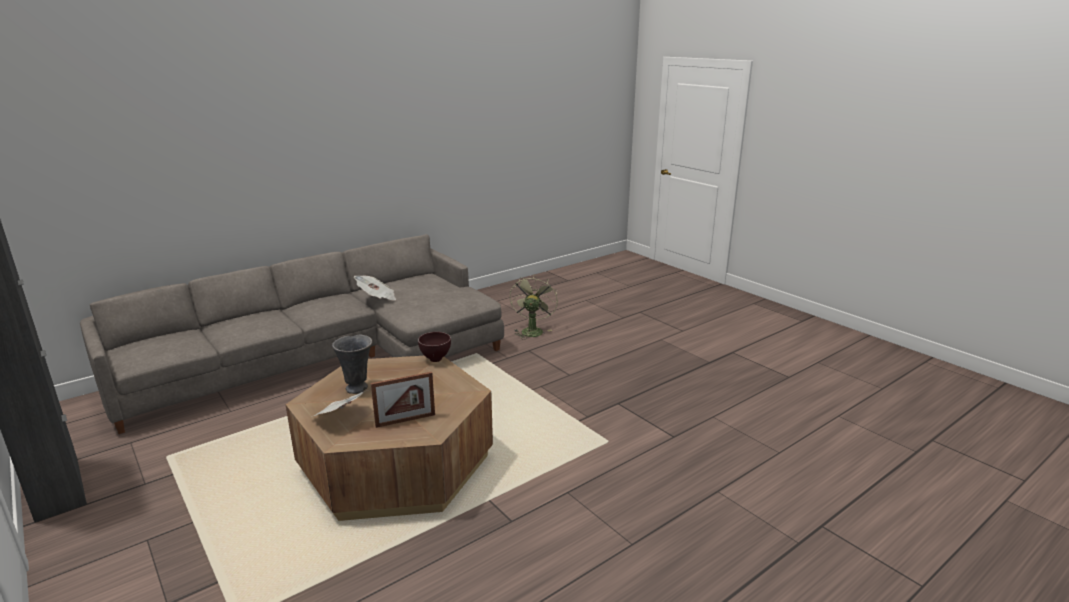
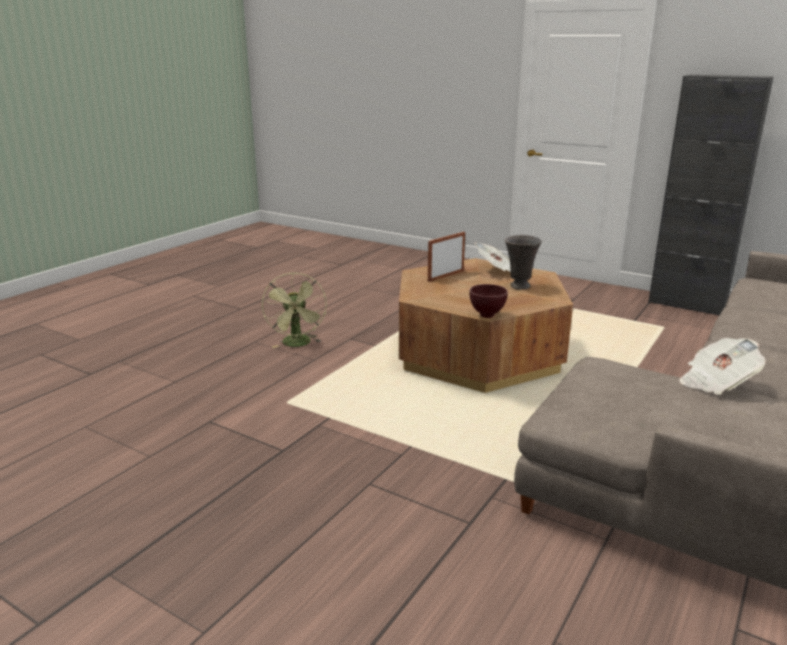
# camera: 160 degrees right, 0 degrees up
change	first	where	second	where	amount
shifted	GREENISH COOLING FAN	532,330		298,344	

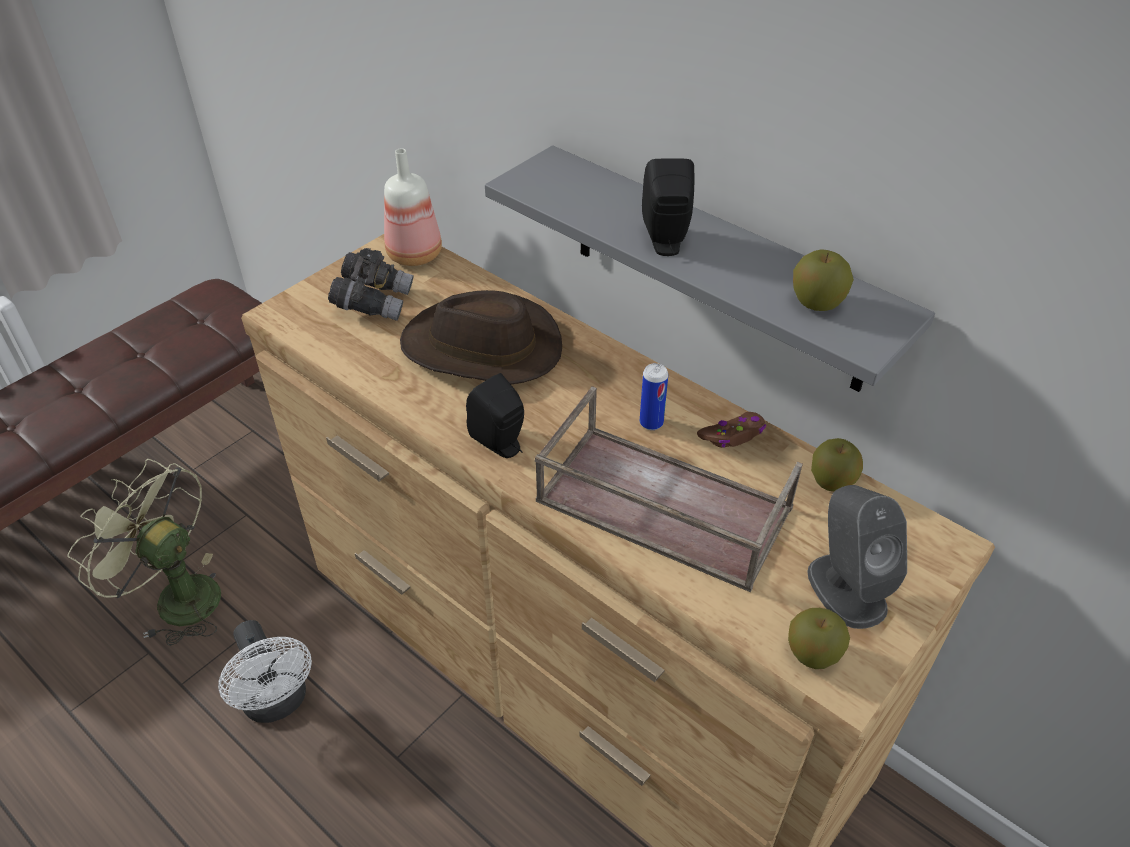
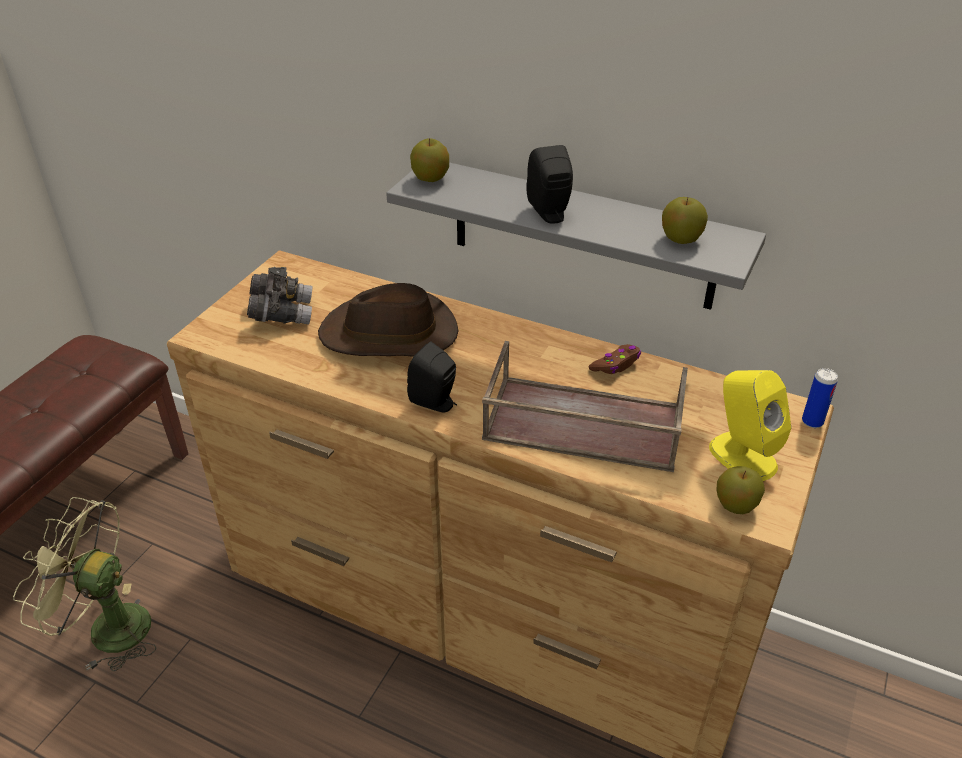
# camera: 15 degrees left, 5 degrees down
change	first	where	second	where	amount
gone	WHITE-COLOURED COOLING FAN	278,703			
gone	BOTTLE	416,254			
shifted	CAN	651,423		812,422	
repainted	GRAY LOUDSPEAKER	846,589	YELLOW-COLOURED LOUDSPEAKER	742,456	
shifted	APPLE FRUIT	831,481		430,178	

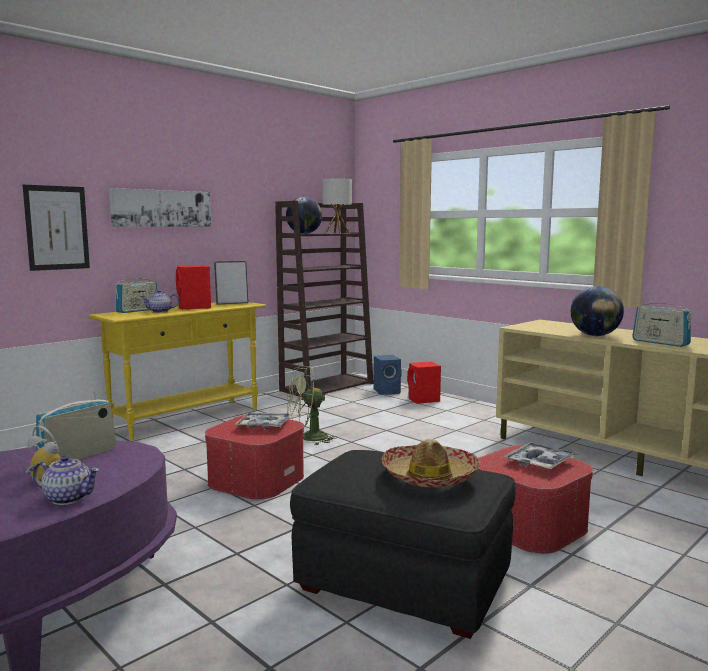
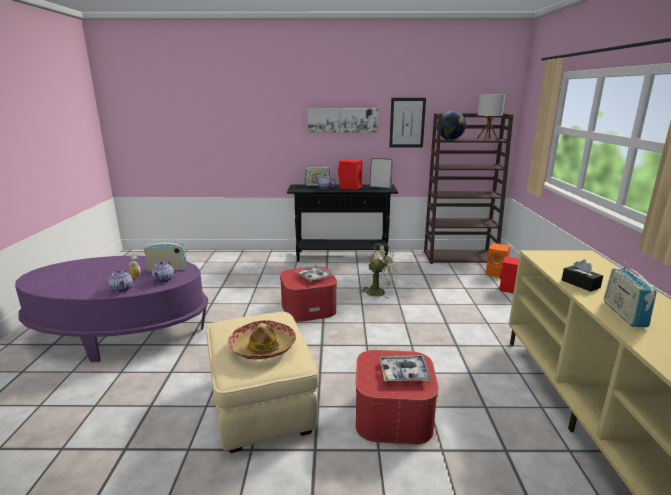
# camera: 45 degrees right, 10 degrees up
change	first	where	second	where	amount
shifted	PICTURE	57,228		407,123	
repainted	YELLOW-COLOURED HALL TABLE	187,419	BLACK HALL TABLE	342,256	
rotated	GREENISH COOLING FAN	308,438		379,291	135 degrees clockwise
repainted	BLACK OTTOMAN	402,583	BEIGE-COLOURED OTTOMAN	261,403	
repainted	BLUE LOUDSPEAKER	388,391	ORANGEY LOUDSPEAKER	497,273	
swapped	DESK GLOBE	595,335	BLACK BOX OF TISSUES	580,284	
new			TEA POT	164,280	

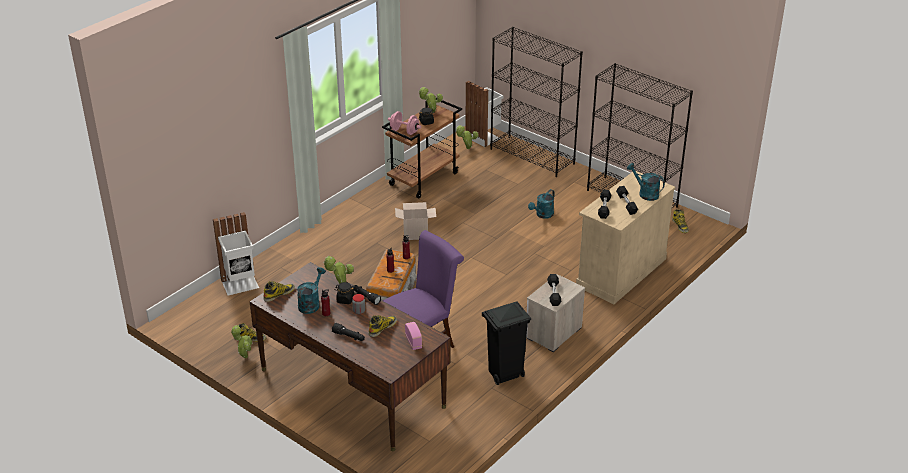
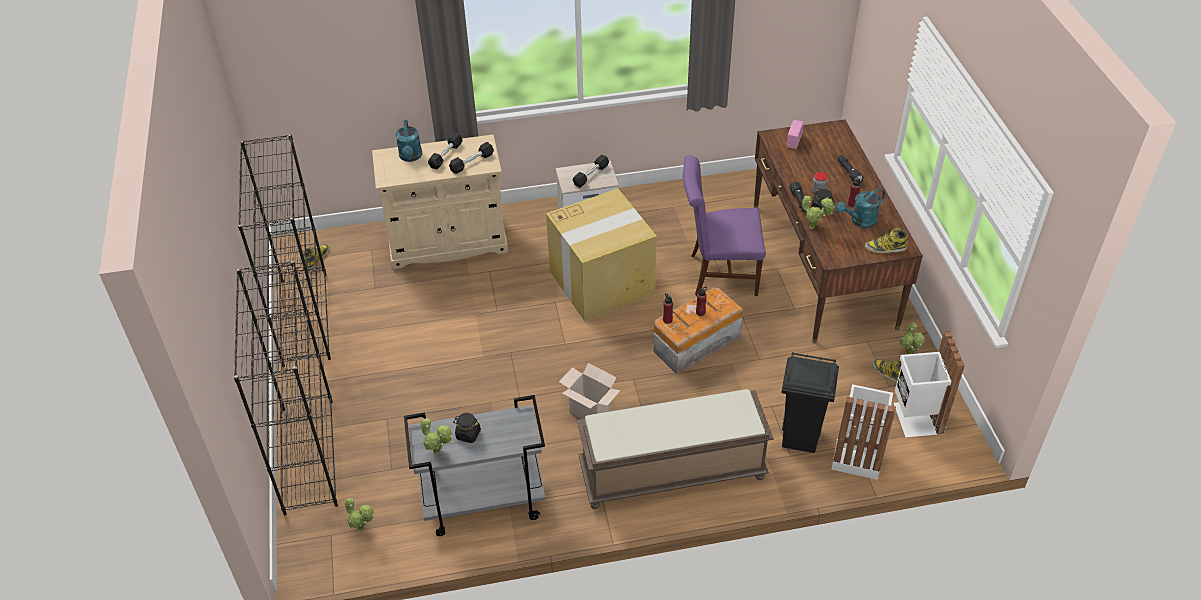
# camera: 140 degrees left, 10 degrees up
change	first	where	second	where	amount
gone	HIGH-TOP BOOT	382,327			
repainted	BROWNISH WHEELED CART	423,179	GRAY WHEELED CART	483,503	
gone	PINK-COLOURED DUMBBELL	404,131			
shifted	WHITE-COLOURED TRASH CAN	484,137		915,418	
shifted	BLACK TRASH CAN	504,375		800,439	
gone	TURQUOISE WATERING POT	542,215			
new			PACKING BOX	603,282	
new			BROWNISH BENCH	671,473	

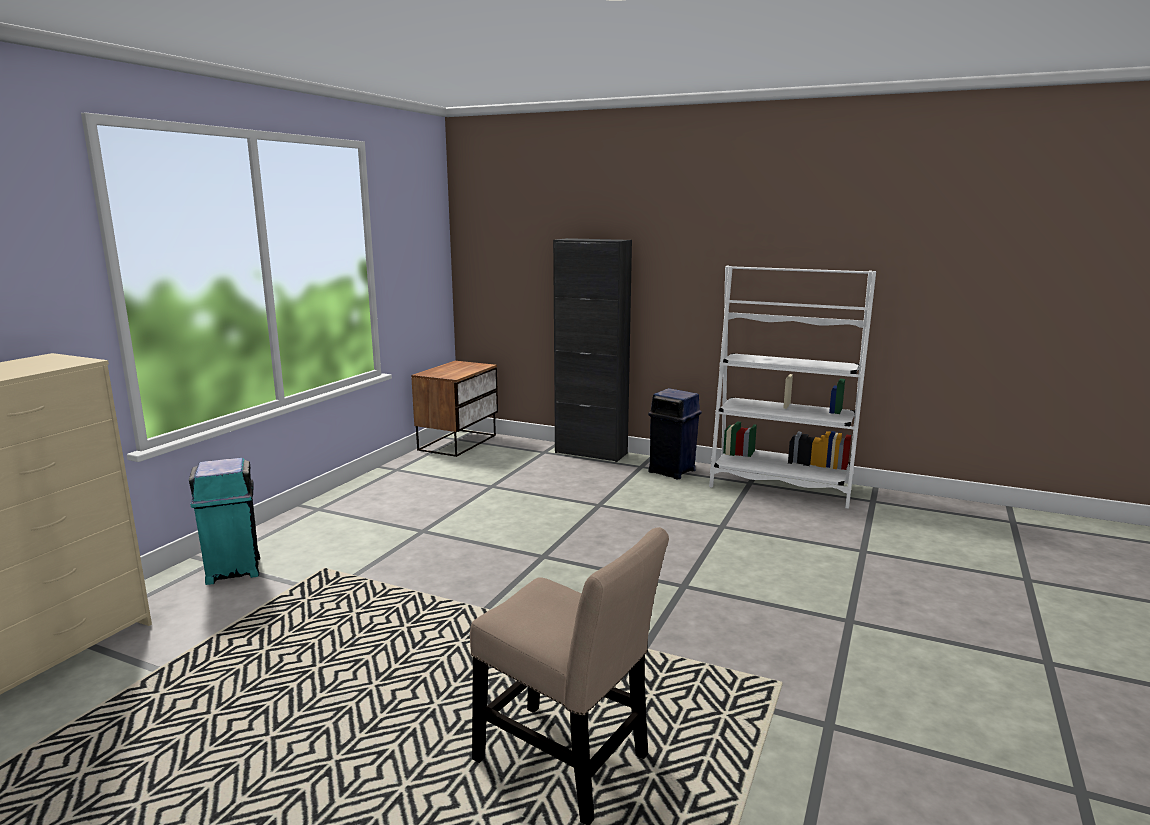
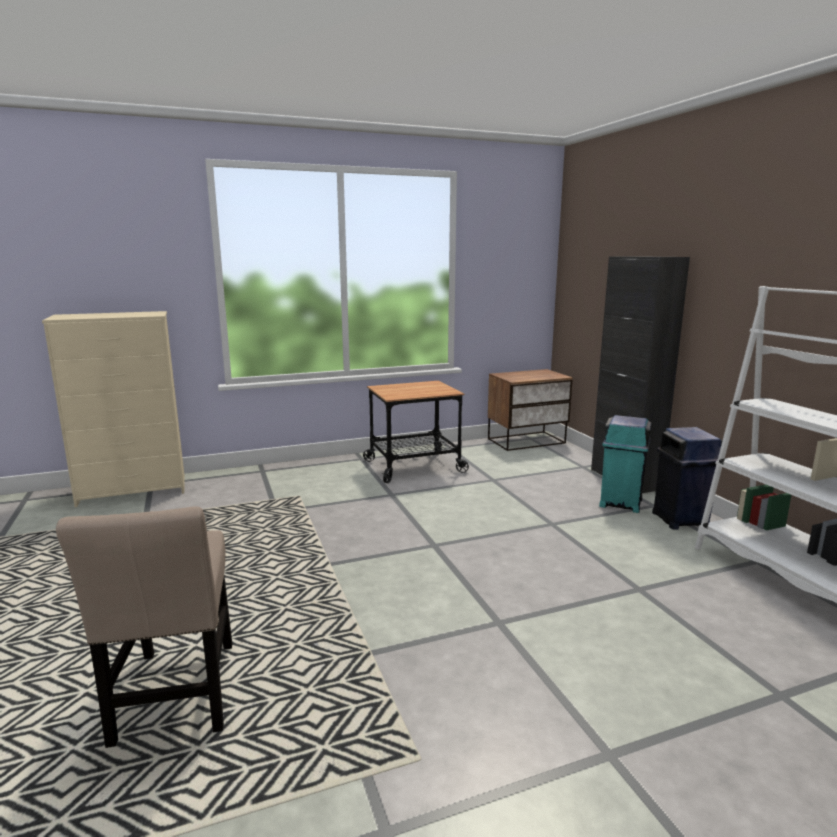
# camera: 45 degrees right, 0 degrees up
change	first	where	second	where	amount
shifted	TURQUOISE TRASH CAN	233,570		621,503	
new			WHEELED CART	414,466	

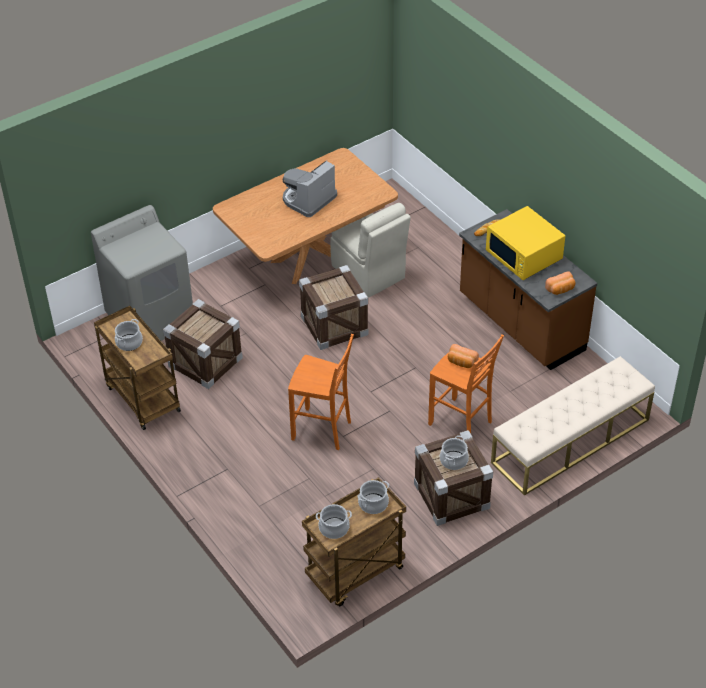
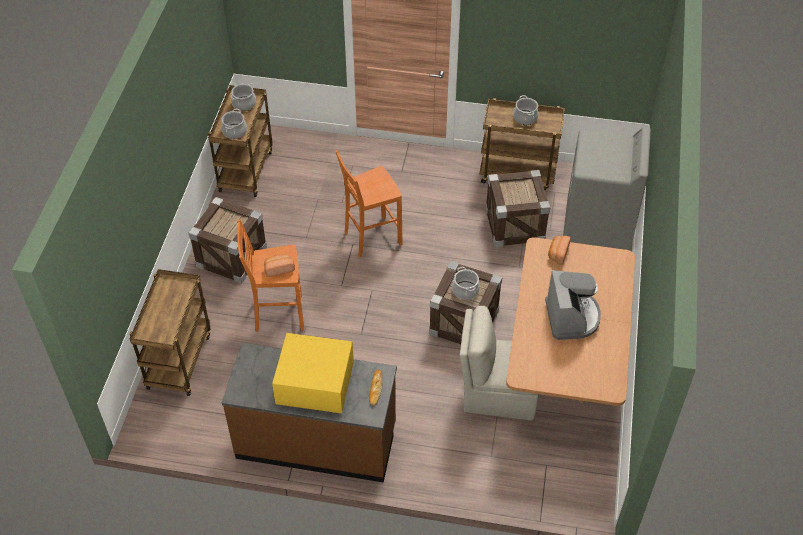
# camera: 135 degrees right, 5 degrees up
change	first	where	second	where	amount
shifted	COOKING POT	453,460		465,290	
swapped	BEIGE-COLOURED BENCH	570,441	BROWNISH WHEELED CART	179,360	
shifted	BAKERY BREAD	561,289		557,253	

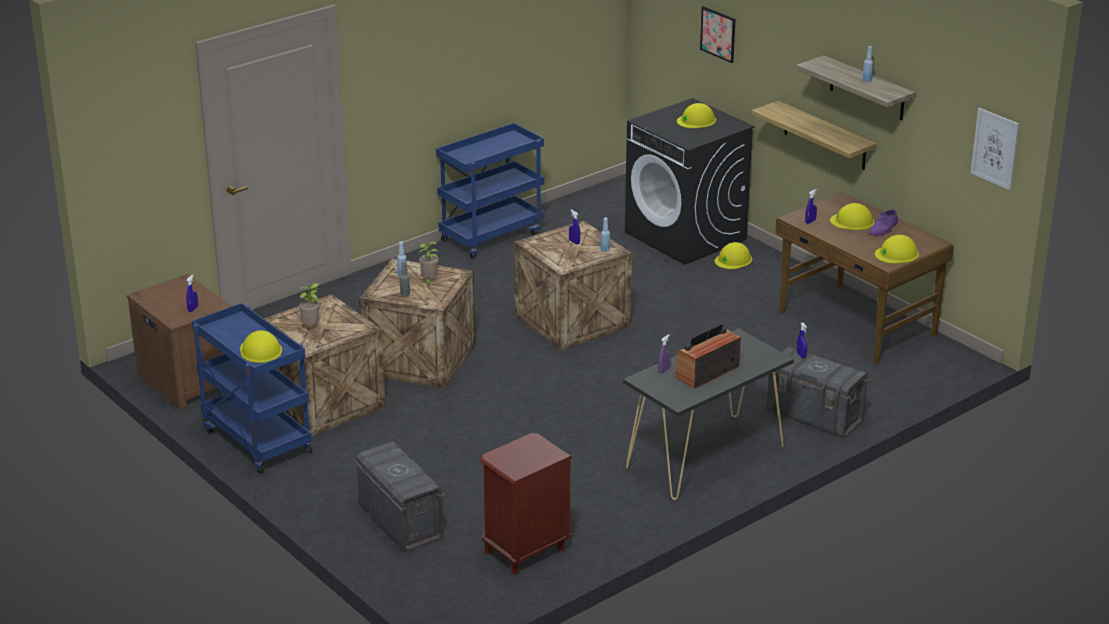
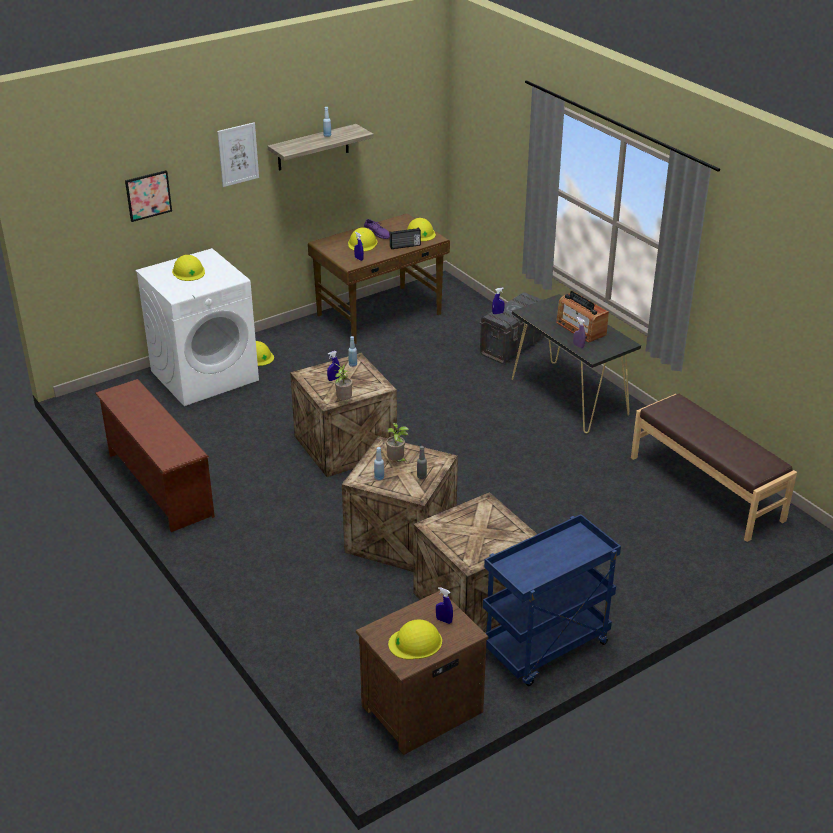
# camera: 85 degrees left, 5 degrees up
change	first	where	second	where	amount
shifted	YELLOW-COLOURED HARD HAT	260,350		415,642	
shifted	POTTED PLANT	311,327		343,401	
gone	GRAY STORAGE BIN	401,521			
swapped	BLUE WHEELED CART	491,236	BROWNISH SHOE SHELF	158,484	
swapped	BROWNISH BEDSIDE TABLE	525,550	BROWNISH BENCH	706,488	
repainted	BLACK WASHING MACHINE	686,236	WHITE-COLOURED WASHING MACHINE	205,375	
gone	WALL SHELF	825,136			
shifted	PICTURE	995,148		238,154	
new			RADIO SET	405,246	

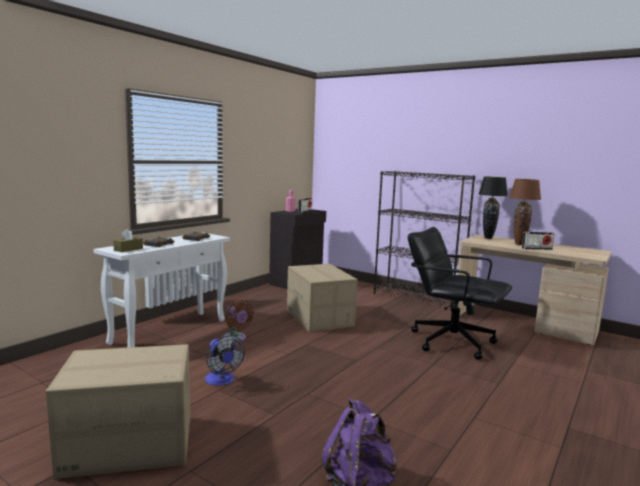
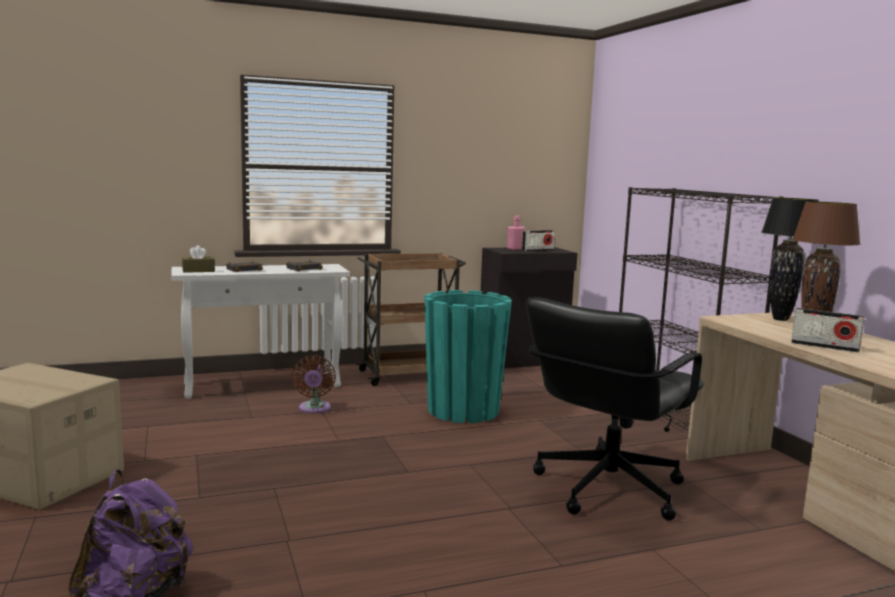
# camera: 35 degrees right, 0 degrees up
change	first	where	second	where	amount
gone	COOLING FAN	221,381			
swapped	PACKING BOX	320,318	TURQUOISE FLOWER POT	463,410	
rotated	BLACK OFFICE CHAIR	451,341		606,488	120 degrees counterclockwise
new			BROWNISH WHEELED CART	408,375	

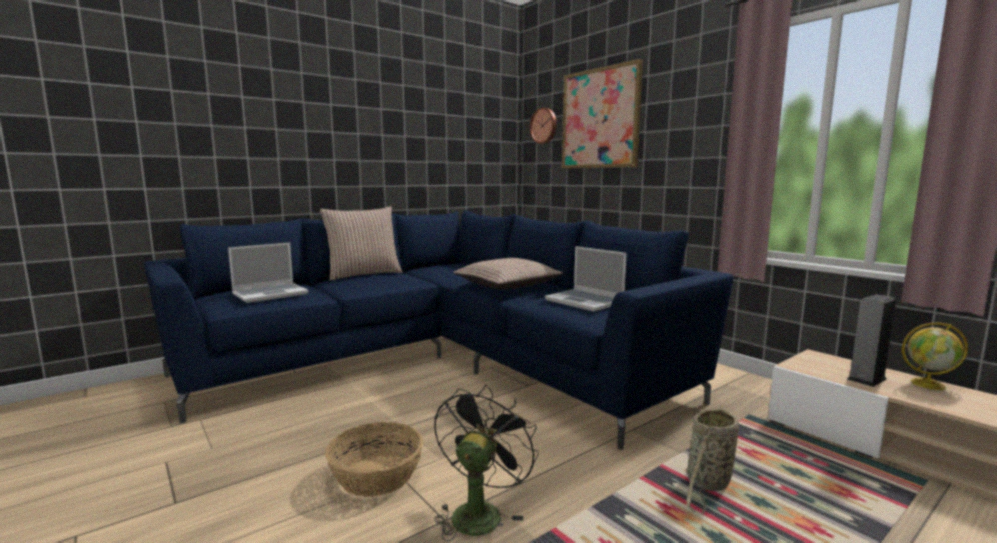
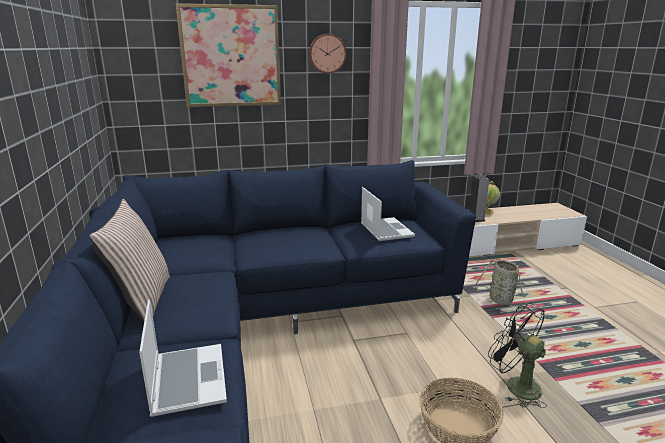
# camera: 65 degrees left, 10 degrees up
change	first	where	second	where	amount
gone	CUSHION	507,285			
shifted	WALL CLOCK	544,126		327,53	
rotated	PORTABLE COMPUTER	585,302		385,230	90 degrees counterclockwise

